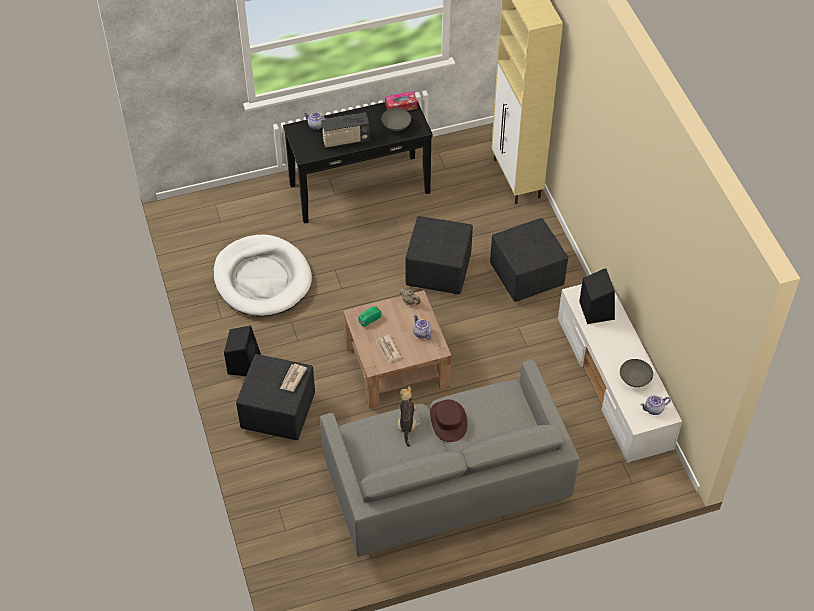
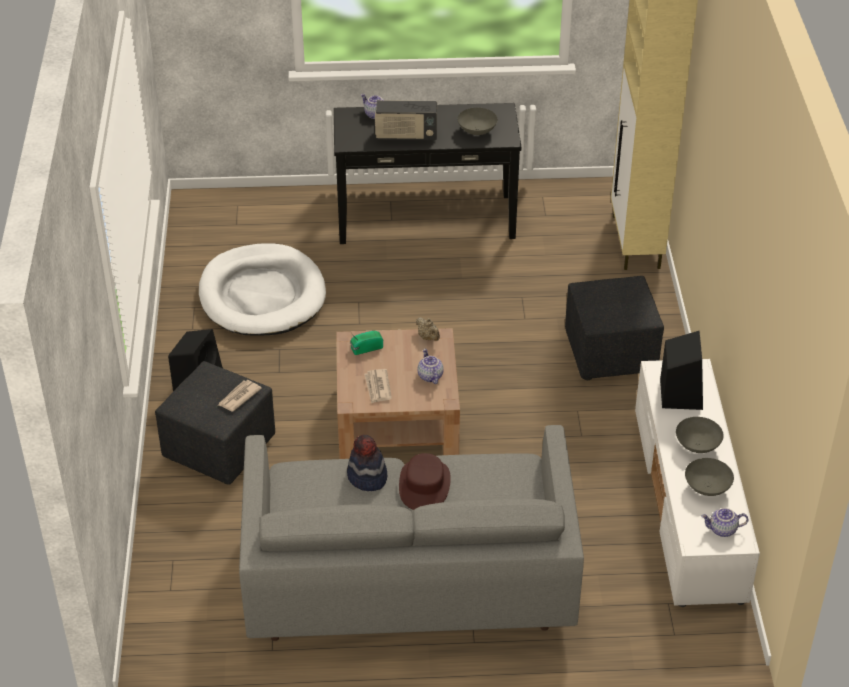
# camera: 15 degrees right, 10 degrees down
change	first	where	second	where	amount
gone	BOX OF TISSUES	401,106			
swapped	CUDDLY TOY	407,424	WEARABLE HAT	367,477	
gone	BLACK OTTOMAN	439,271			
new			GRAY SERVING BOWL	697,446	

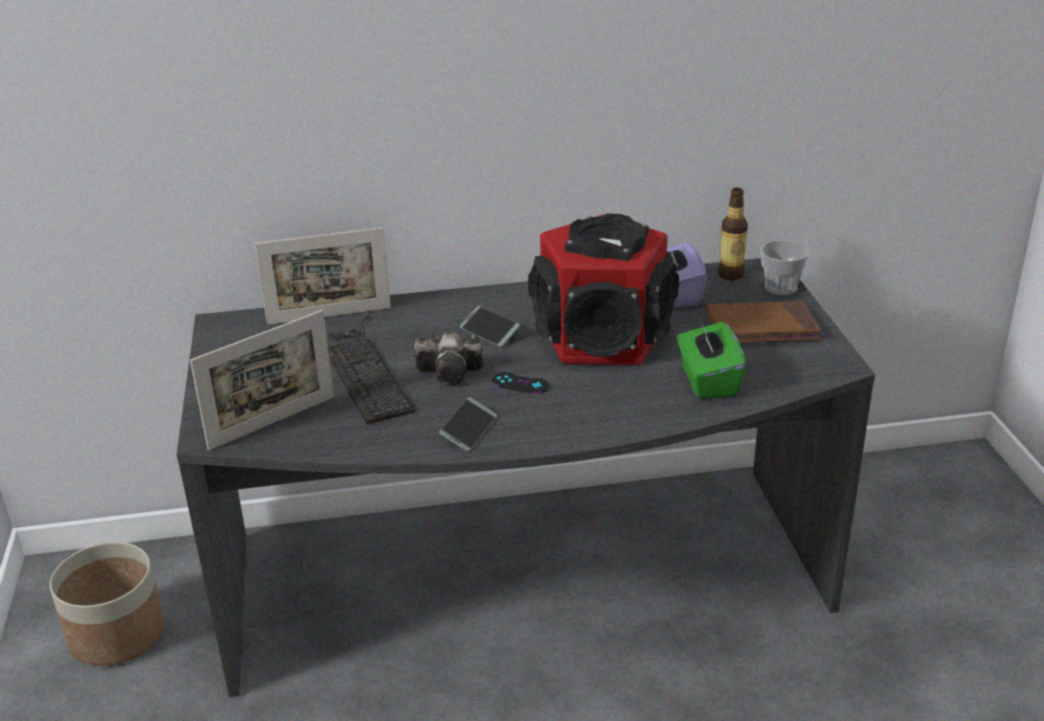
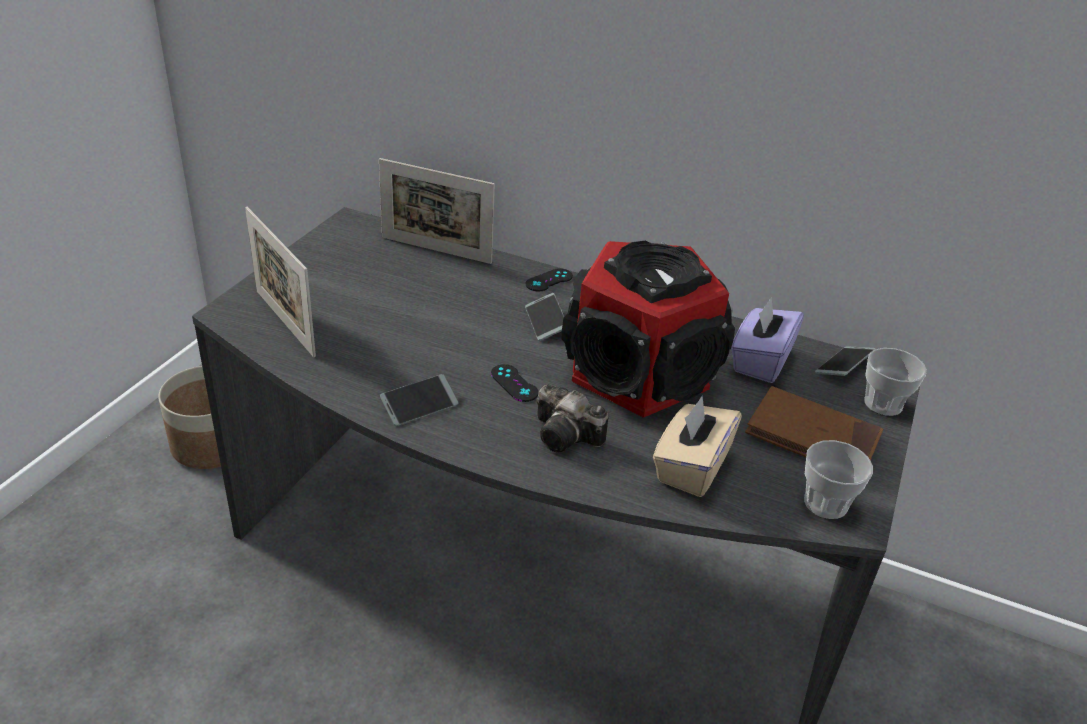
# camera: 30 degrees right, 5 degrees up
change	first	where	second	where	amount
rotated	PICTURE FRAME	272,422		285,322	60 degrees clockwise
gone	COMPUTER KEYBOARD	365,371			
shifted	STILL CAMERA	452,373		568,437	
repainted	GREENISH BOX OF TISSUES	707,381	BEIGE-COLOURED BOX OF TISSUES	691,467	
swapped	BOTTLE	731,275	TELEPHONE	843,367	
new			BLACK GAMEPAD	549,280	
new			DRINKING CUP	825,503	

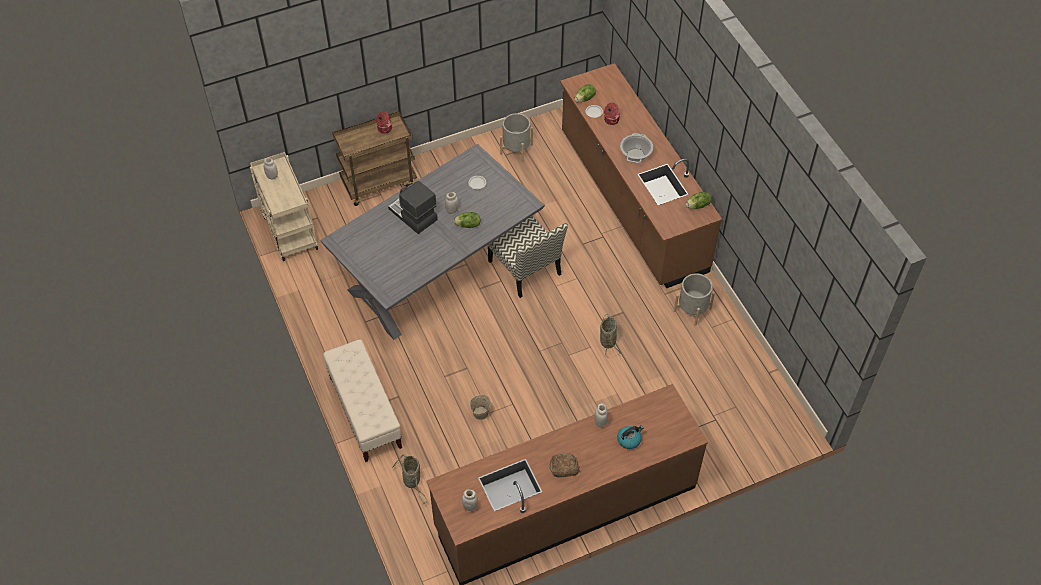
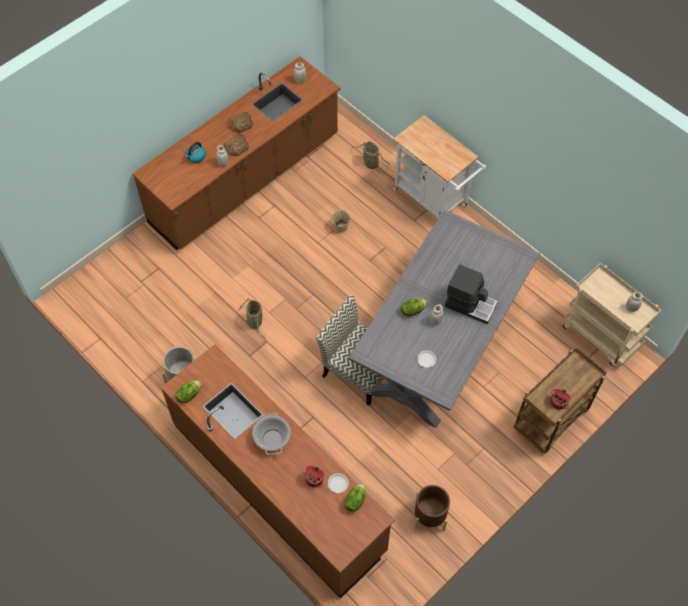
# camera: 160 degrees right, 5 degrees up
change	first	where	second	where	amount
swapped	BEIGE-COLOURED BENCH	365,412	WHITE-COLOURED WHEELED CART	434,200	
repainted	GRAY FLOWER POT	516,149	BROWNISH FLOWER POT	429,516	
new			BAKERY BREAD	236,147	

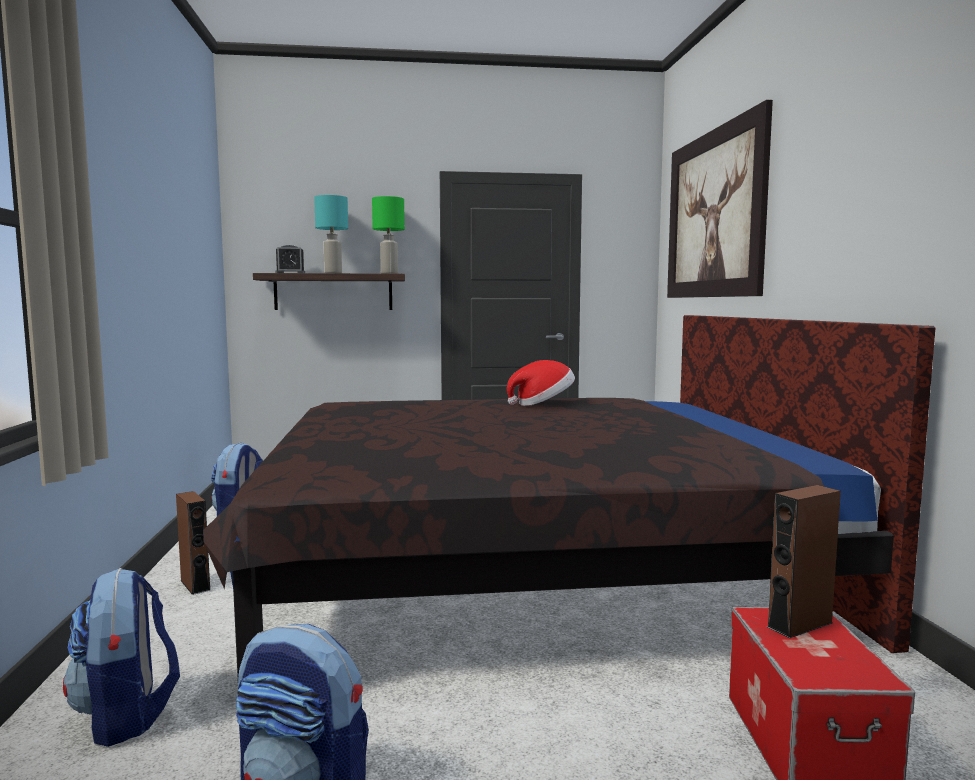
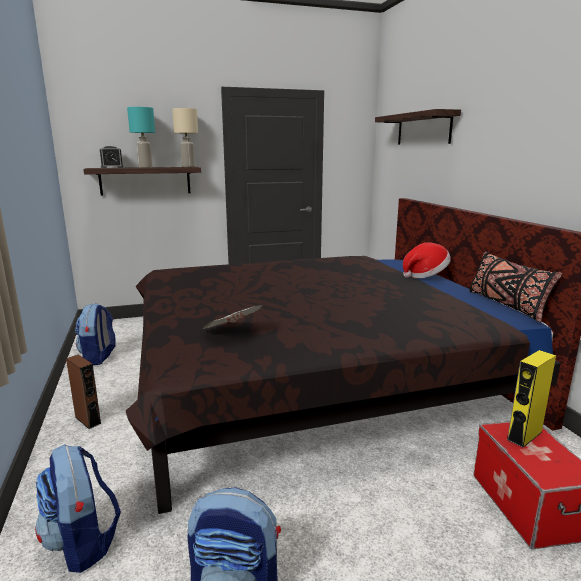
# camera: 10 degrees left, 10 degrees up
change	first	where	second	where	amount
repainted	GREENISH TABLE LAMP	389,273	BEIGE-COLOURED TABLE LAMP	188,167	
shifted	WEARABLE HAT	543,404		425,275	
swapped	PICTURE	714,215	WALL SHELF	423,129	
repainted	BROWNISH LOUDSPEAKER	799,625	YELLOW-COLOURED LOUDSPEAKER	524,435	
new			NEWSPAPER	232,332	
new			BLACK CUSHION	506,304	

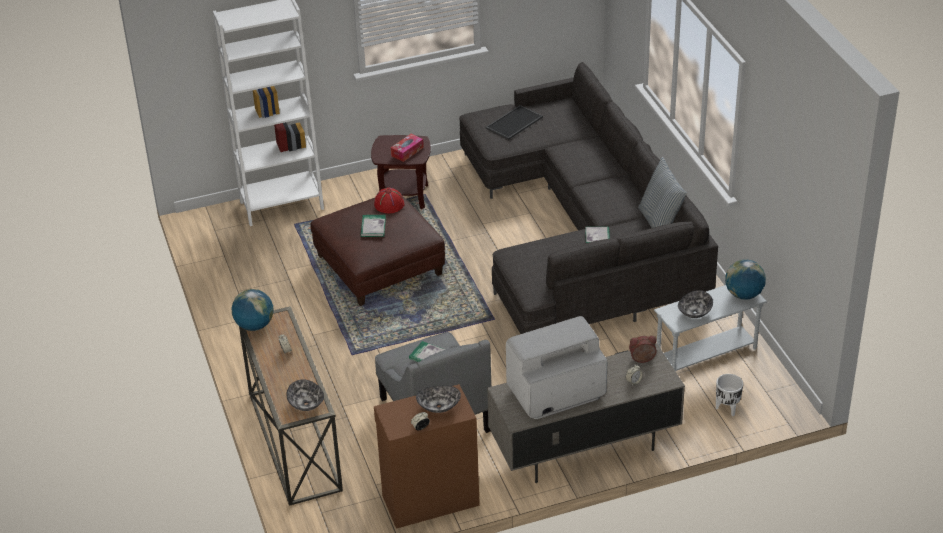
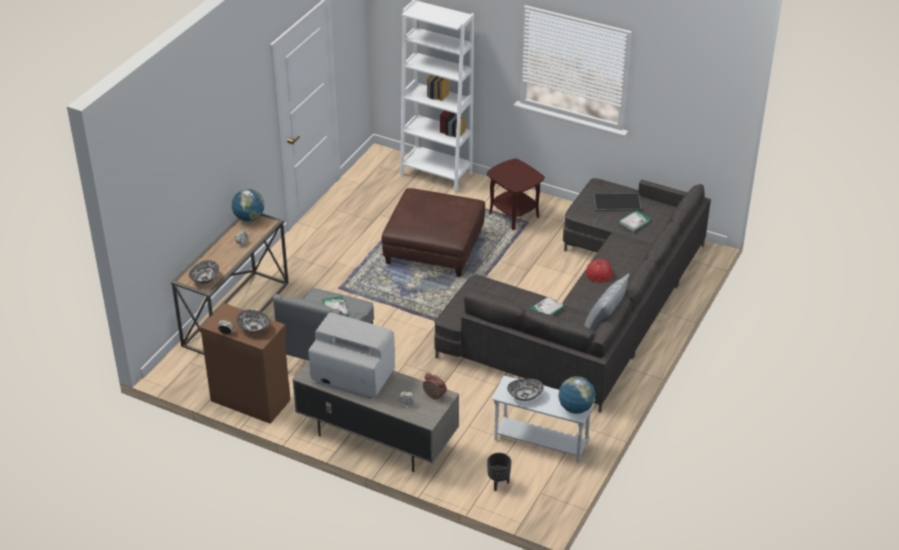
# camera: 45 degrees right, 0 degrees up
change	first	where	second	where	amount
shifted	BOUND BOOK	373,227		634,222	
shifted	RED WEARABLE HAT	389,204		599,273	
gone	BOX OF TISSUES	407,151			
repainted	WHITE-COLOURED FLOWER POT	727,409	BLACK FLOWER POT	498,483	

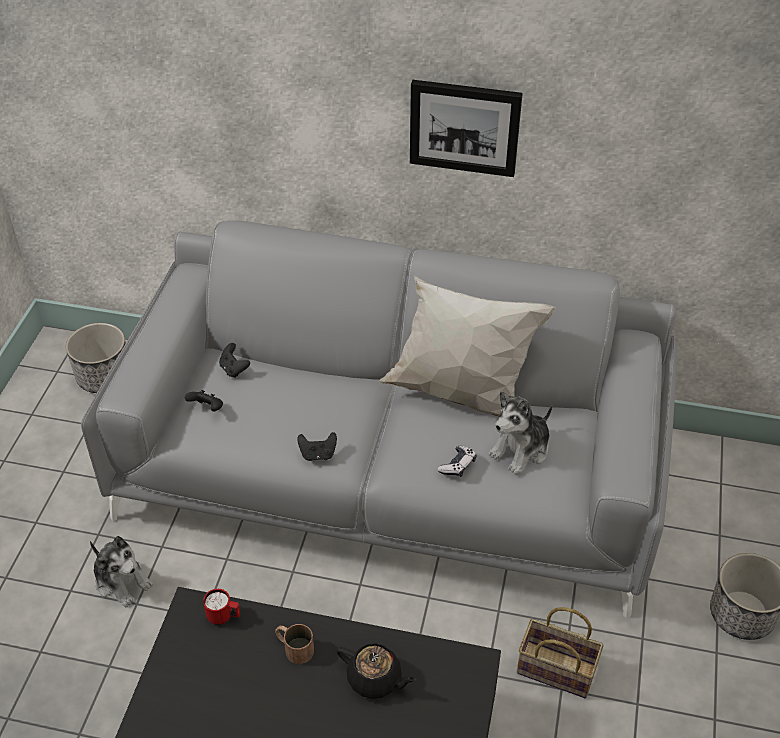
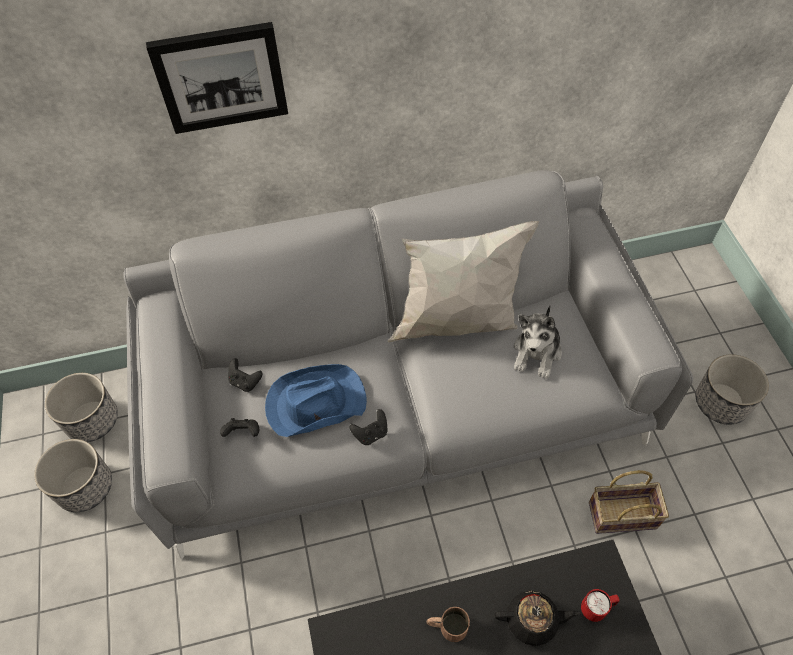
# camera: 25 degrees left, 10 degrees up
change	first	where	second	where	amount
gone	CUDDLY TOY	122,581			
shifted	RED COFFEE MUG	224,617		596,608	
shifted	PICTURE	464,127		221,77	
gone	GAMEPAD	457,465			
new			FLOWER POT	85,487	
new			BLUE WEARABLE HAT	314,403	

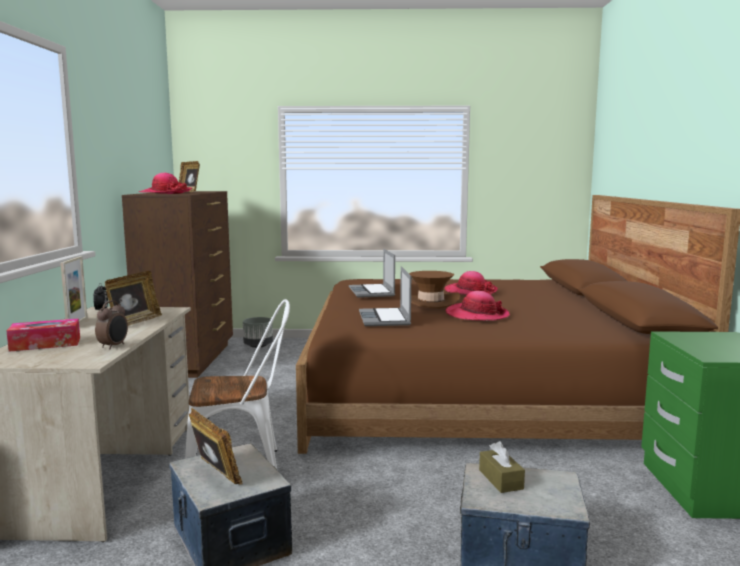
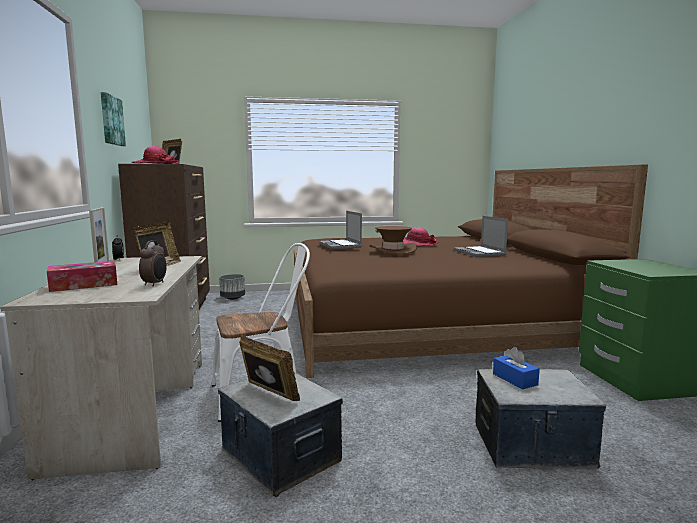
# camera: 10 degrees left, 0 degrees up
change	first	where	second	where	amount
shifted	PORTABLE COMPUTER	385,319		480,253	
gone	WEARABLE HAT	477,315			
repainted	BROWNISH BOX OF TISSUES	500,479	BLUE BOX OF TISSUES	514,379	
new			PICTURE	111,120	

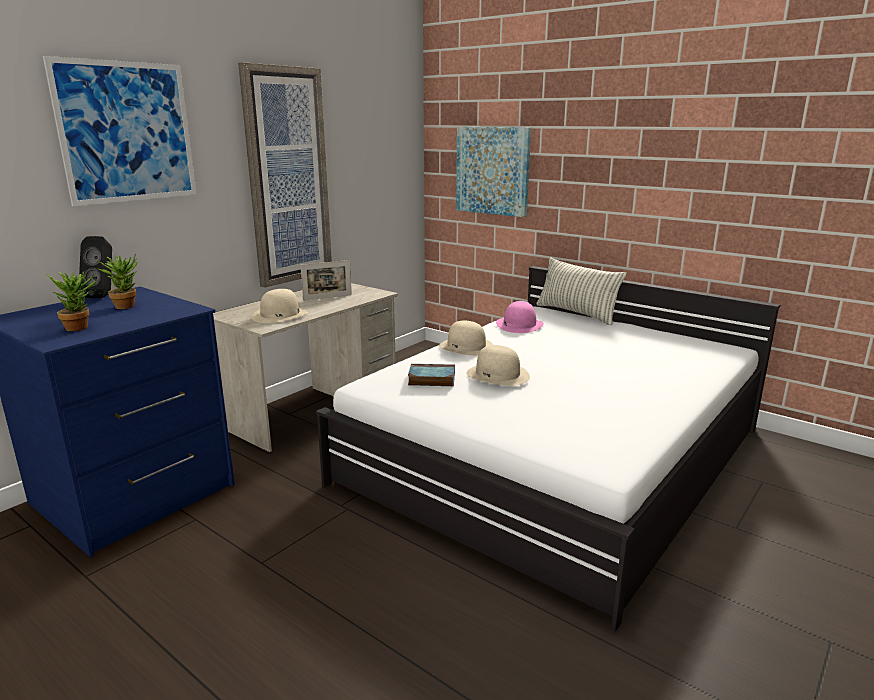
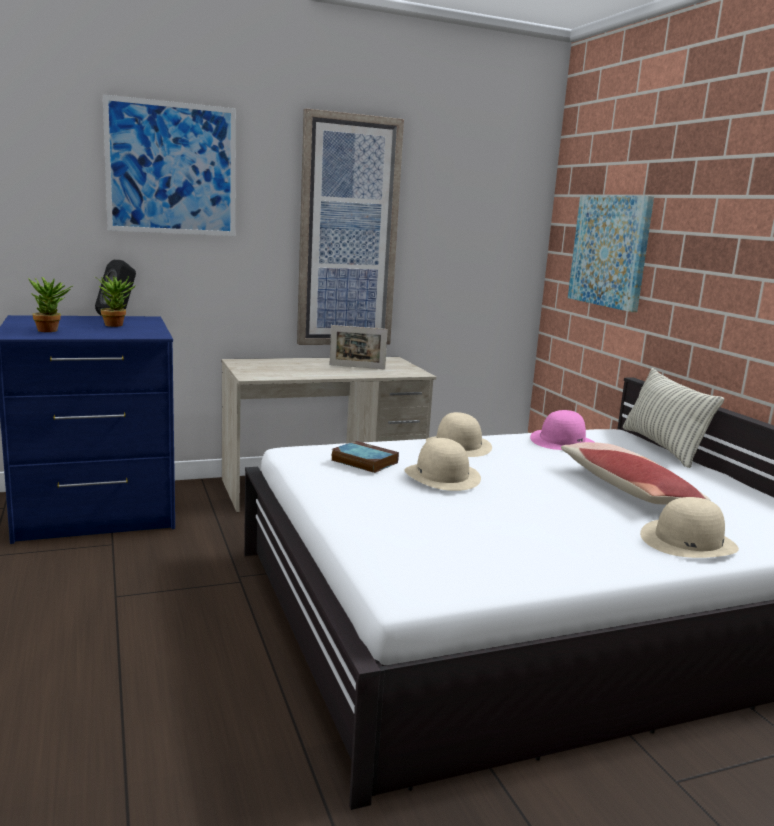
# camera: 30 degrees right, 5 degrees down
change	first	where	second	where	amount
shifted	BEIGE-COLOURED WEARABLE HAT	280,315		688,541	
new			CUSHION	626,488	

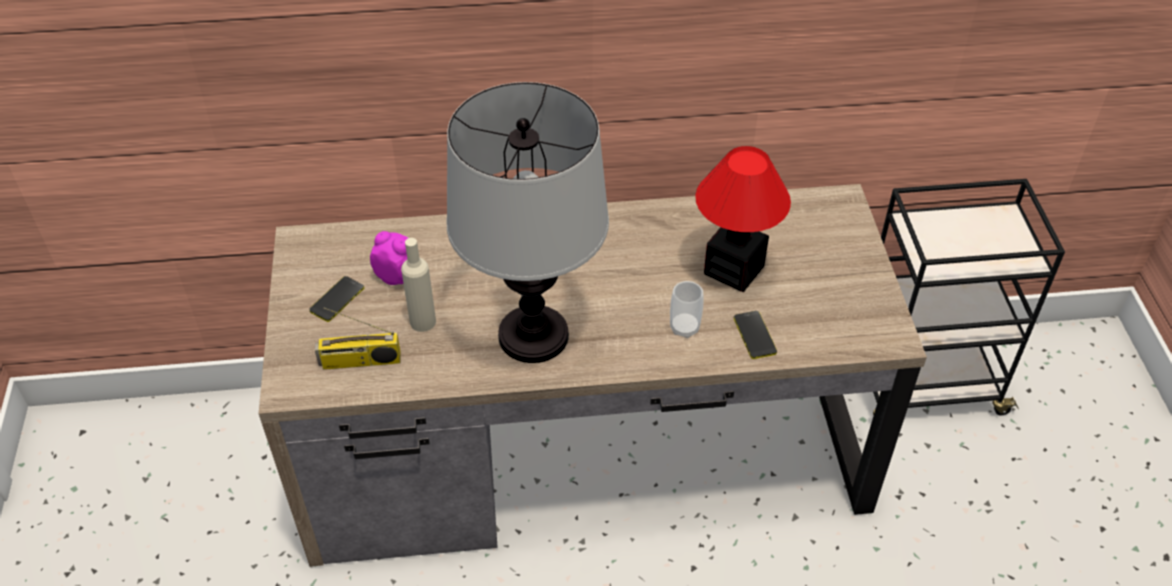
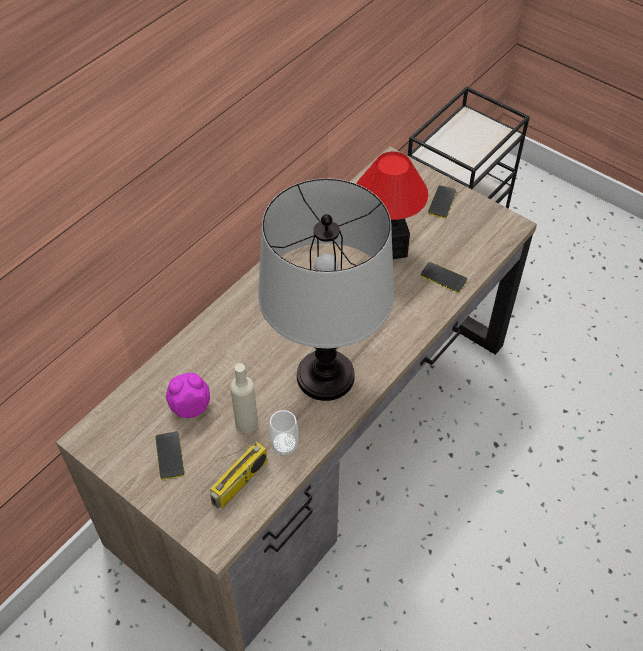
# camera: 45 degrees left, 5 degrees up
change	first	where	second	where	amount
shifted	DRINKING CUP	684,328		284,445	
new			TELEPHONE	442,202	

